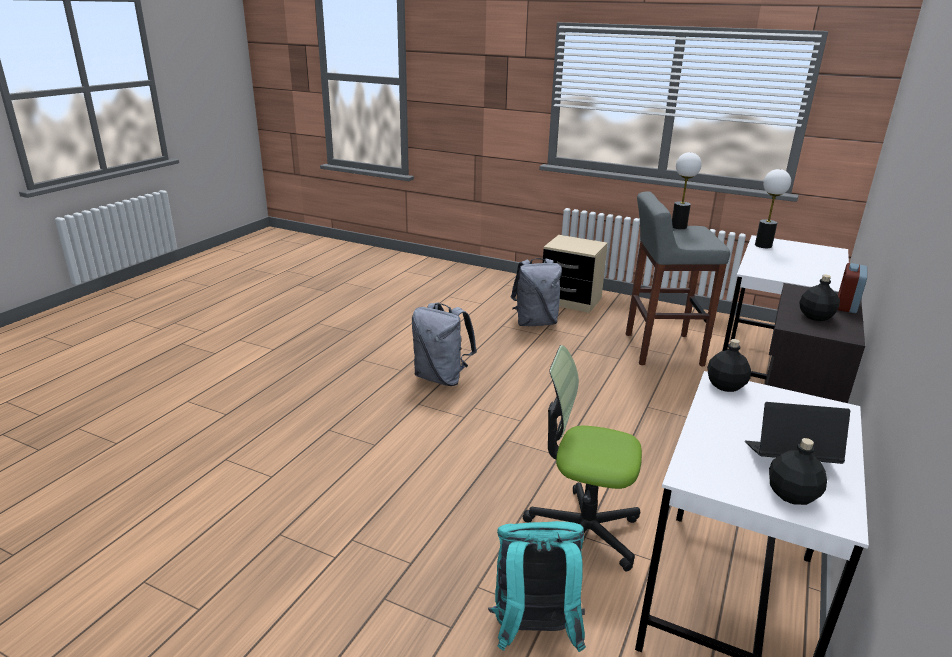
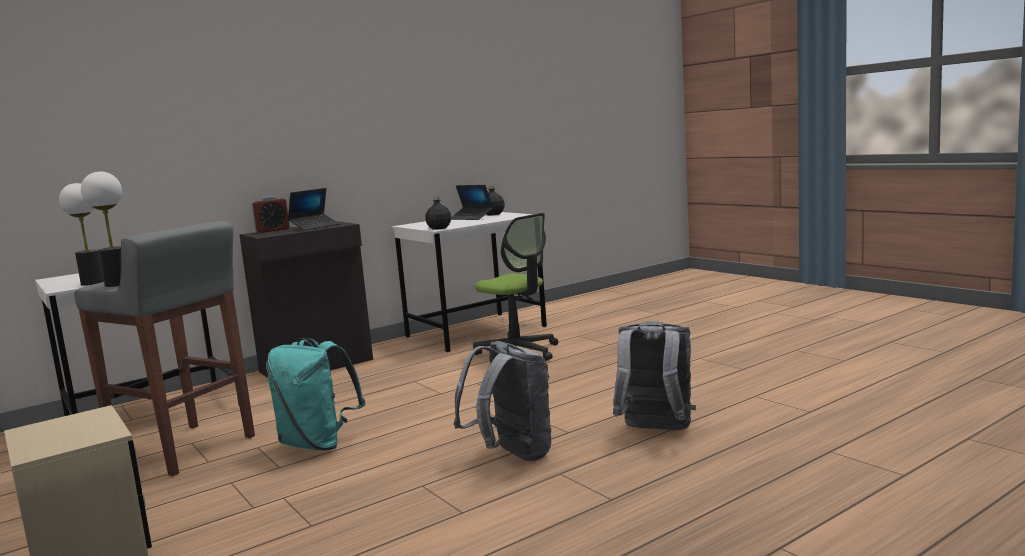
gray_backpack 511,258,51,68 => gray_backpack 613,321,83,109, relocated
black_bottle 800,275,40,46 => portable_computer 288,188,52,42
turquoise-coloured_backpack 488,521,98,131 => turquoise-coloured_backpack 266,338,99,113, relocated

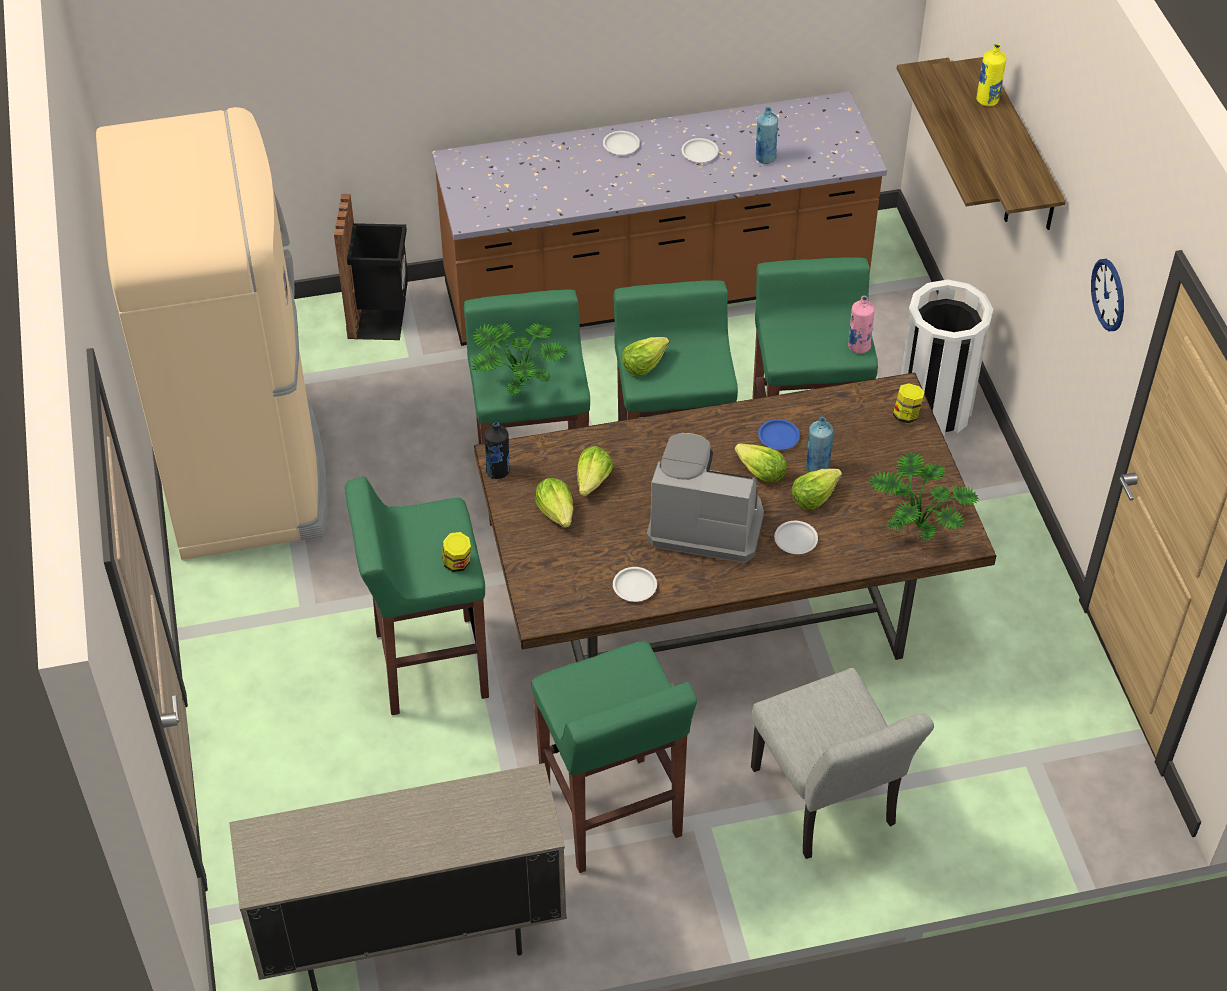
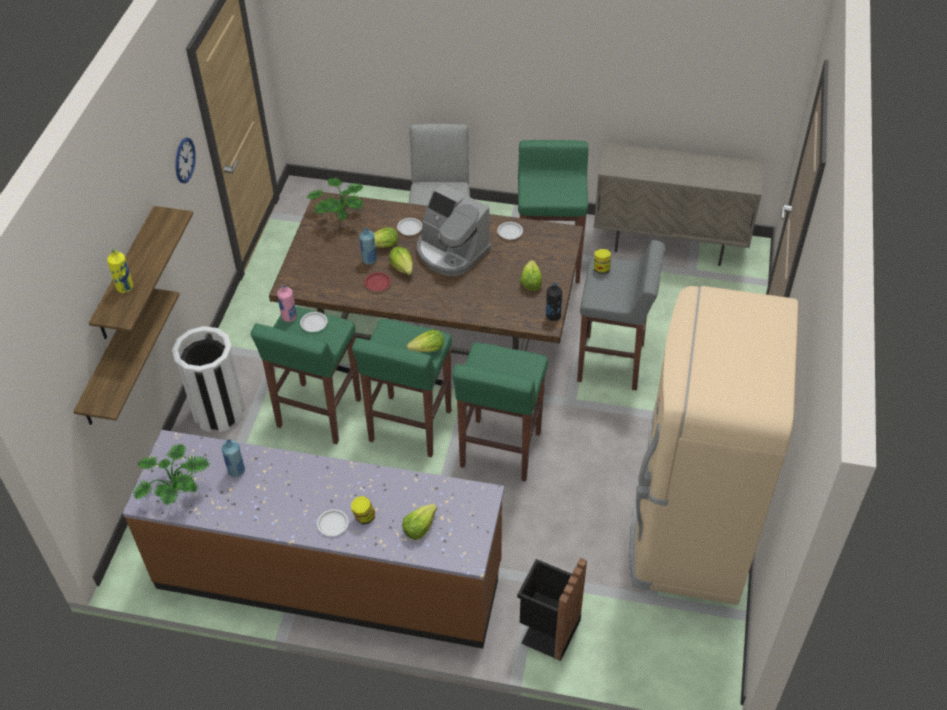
white-coloured_dinner_plate 682,138,37,24 => white-coloured_dinner_plate 300,312,28,20, relocated
houseplant 470,322,98,74 => houseplant 133,443,77,62, relocated
preserve_jar 893,383,32,40 => preserve_jar 351,496,24,28, relocated
blue_dinner_plate 758,419,42,31 => red_dinner_plate 364,272,27,19
head_of_lettuce 577,446,36,50 => head_of_lettuce 402,504,35,36, relocated
green_sitting_stool 345,477,144,238 => gray_sitting_stool 577,240,88,151

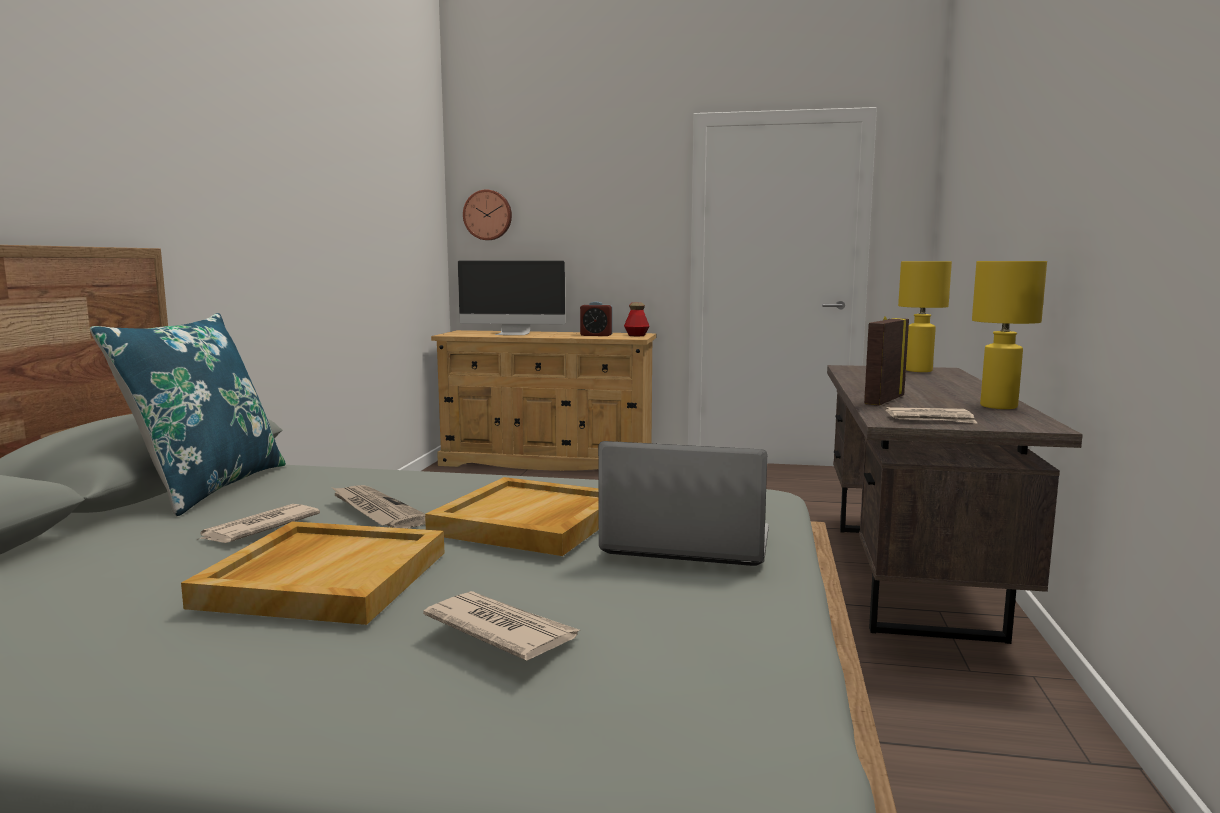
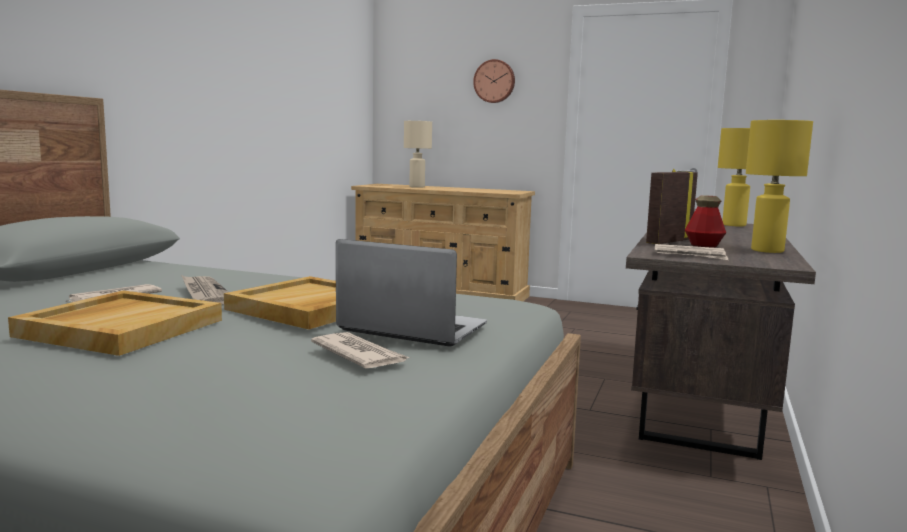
hanging_clock 463,189,49,51 => hanging_clock 473,59,42,44, relocated
monitor 458,260,107,75 => sand-coloured_tabletop_lamp 404,121,28,67
table_clock 580,302,33,34 => nothing
bottle 624,302,25,34 => bottle 685,195,41,52, relocated
blue_pillow 90,313,196,203 => nothing
daily_paper 423,591,156,70 => daily_paper 311,332,99,37, relocated

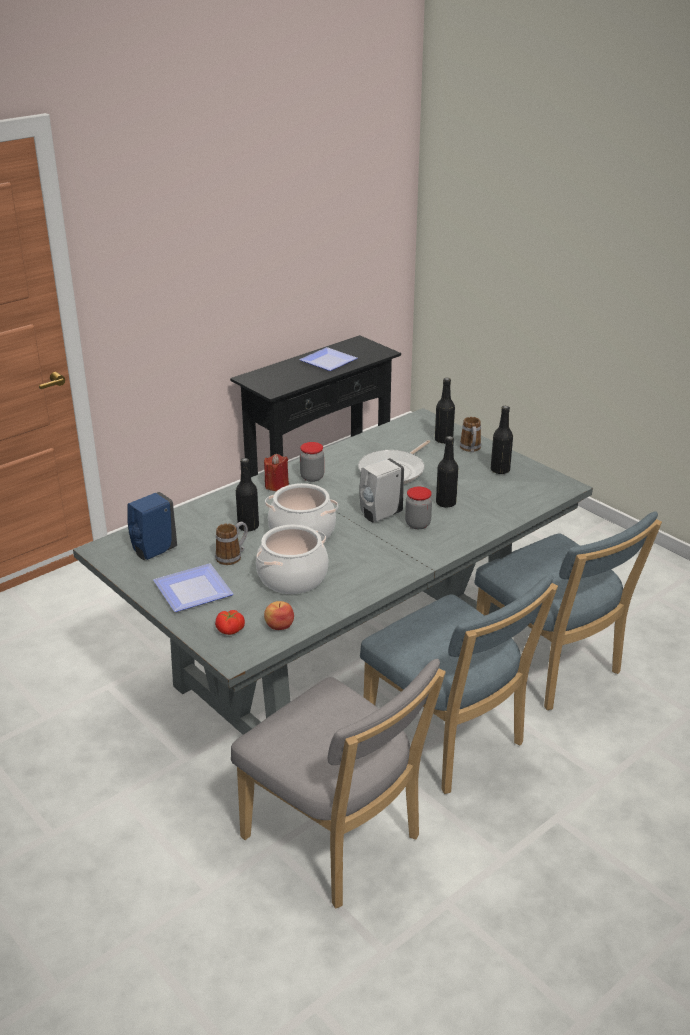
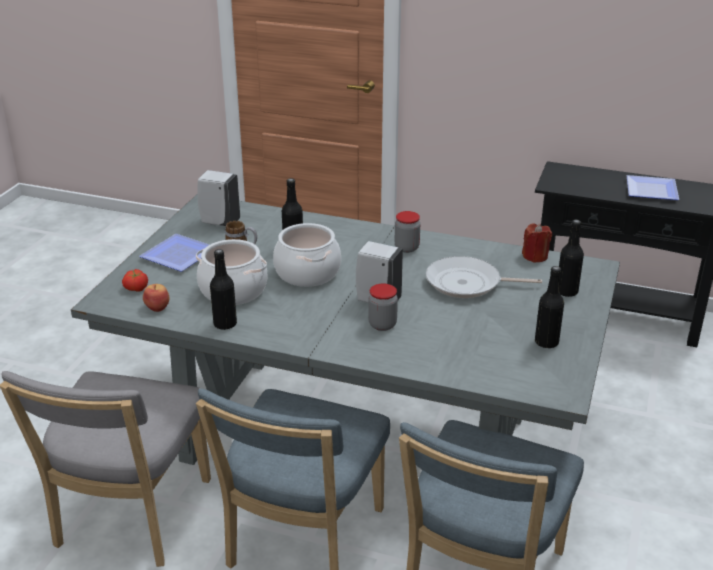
tea_mug 460,417,21,35 => nothing
black_bottle 436,436,22,72 => black_bottle 210,249,27,81, relocated
red_candle 264,454,25,37 => red_candle 522,224,30,38, relocated
blue_liquid_soap_bottle 127,492,50,68 => white-coloured_liquid_soap_bottle 197,170,43,56

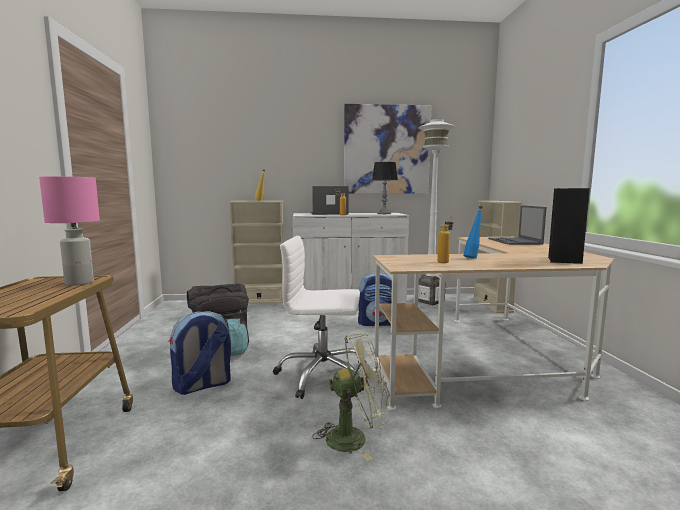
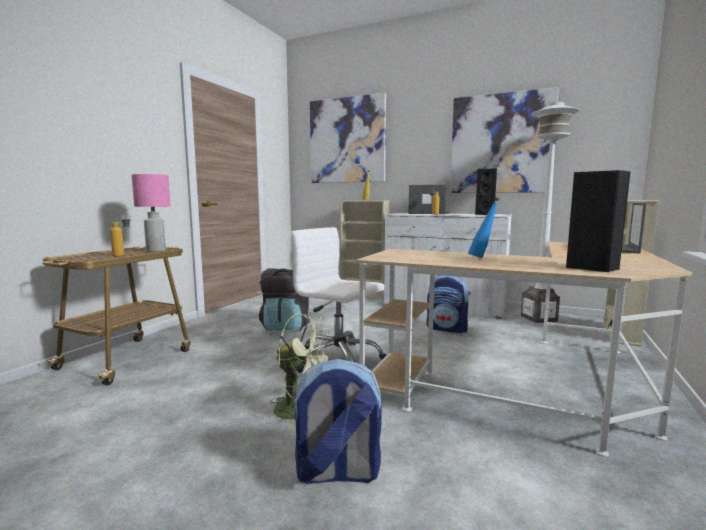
tabletop_lamp 372,162,26,52 => black_speaker 475,168,22,47
bottle 437,216,17,47 => bottle 110,214,21,43, relocated
backpack 169,311,62,84 => backpack 291,359,91,125, relocated
nothing => picture 310,93,76,90

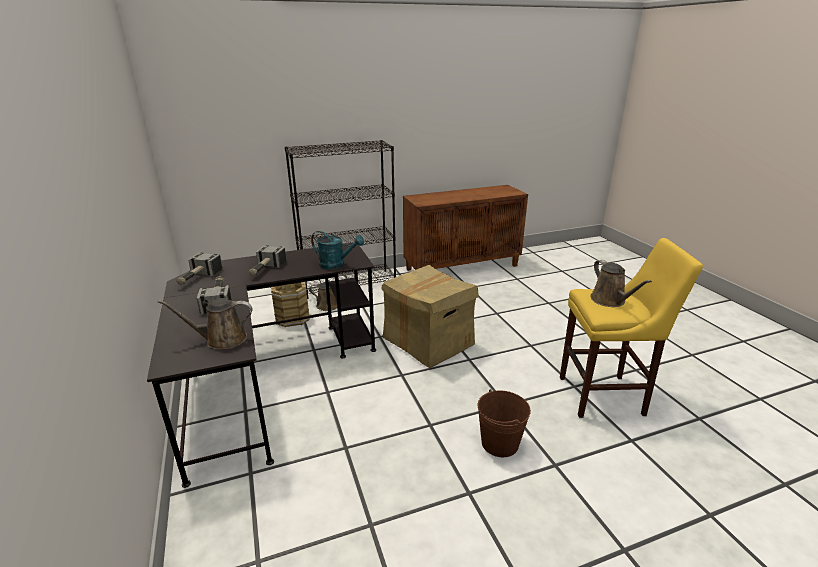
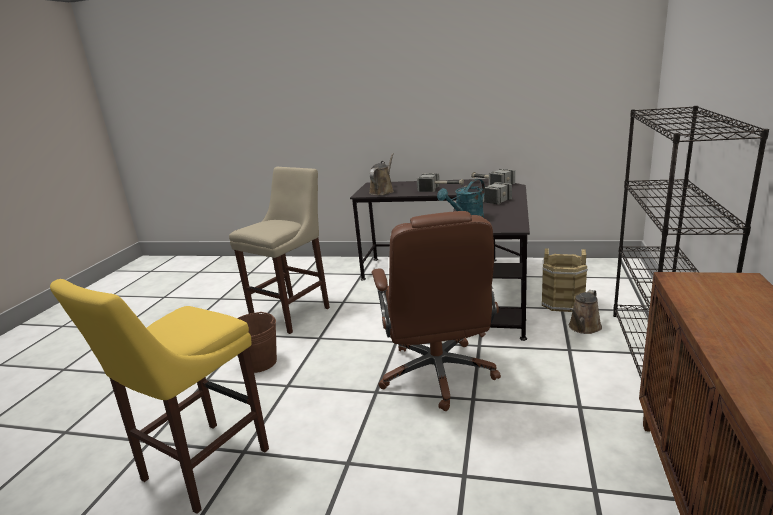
brown_sprinkling_can 590,260,62,47 => nothing
cardboard_box 381,265,98,103 => brown_office_chair 372,211,129,200
nothing => sand-coloured_sitting_stool 229,167,101,167

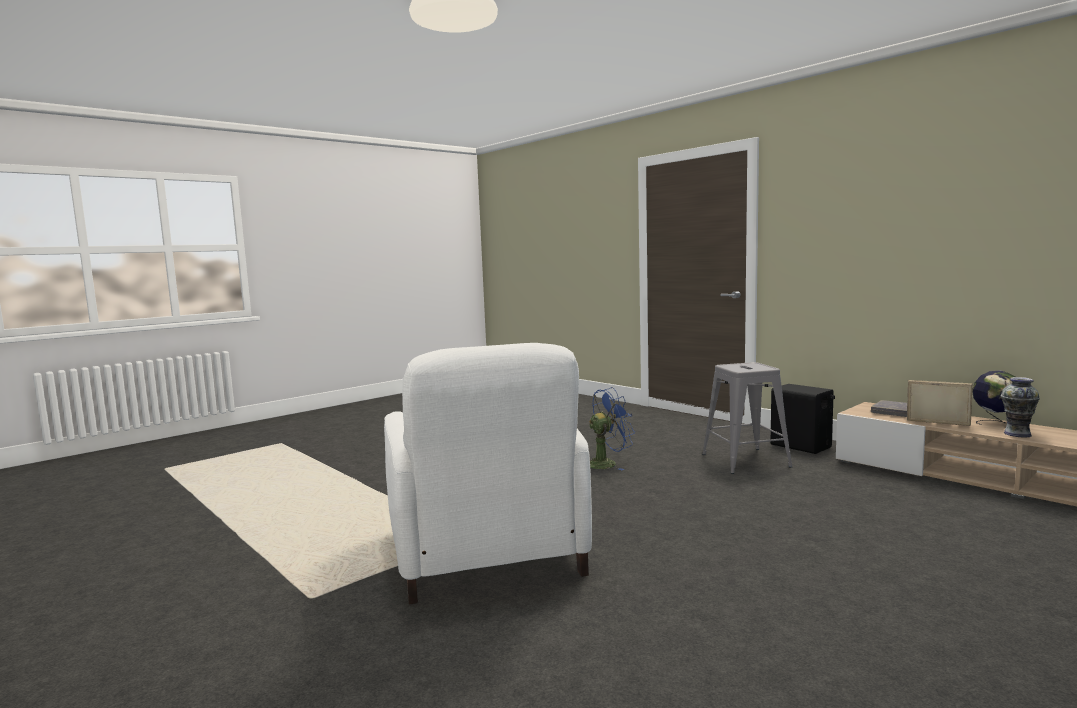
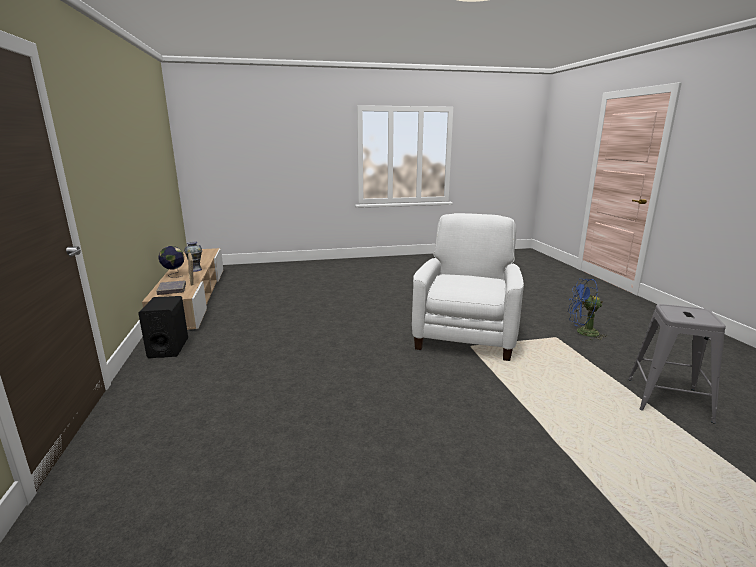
gray_sitting_stool 702,362,91,112 => gray_sitting_stool 628,304,98,120, relocated
blue_fan 589,387,45,83 => blue_fan 568,278,40,62, relocated

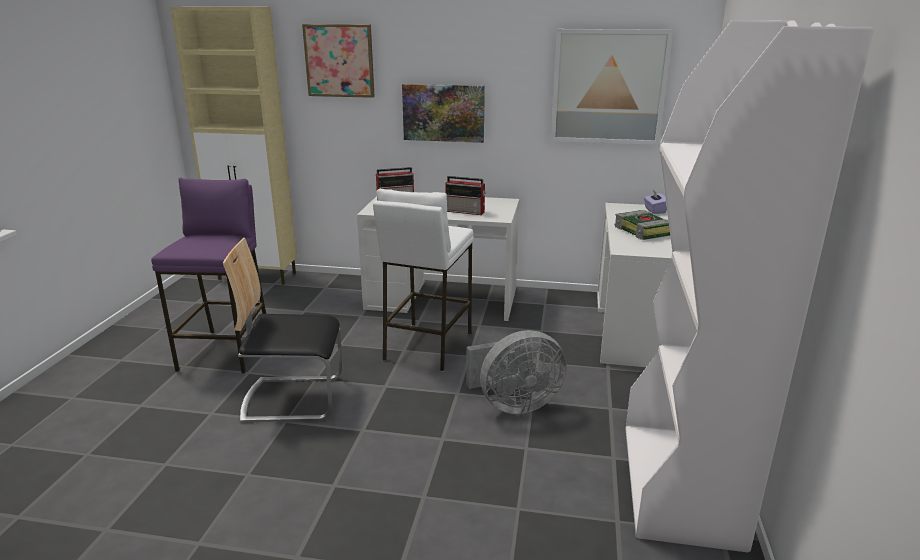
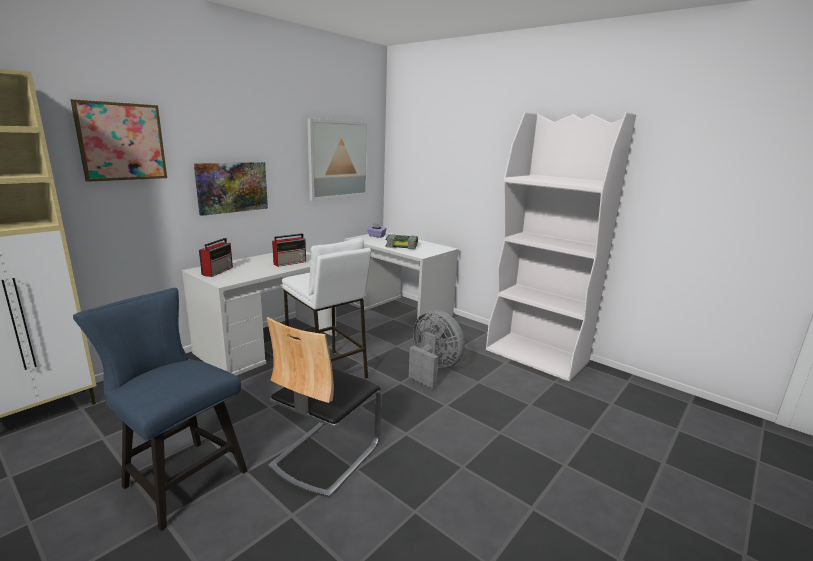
purple_sitting_stool 151,178,115,196 => blue_upright_chair 73,288,175,243
gray_fan 466,330,101,84 => gray_fan 409,310,56,79, 60 degrees counterclockwise

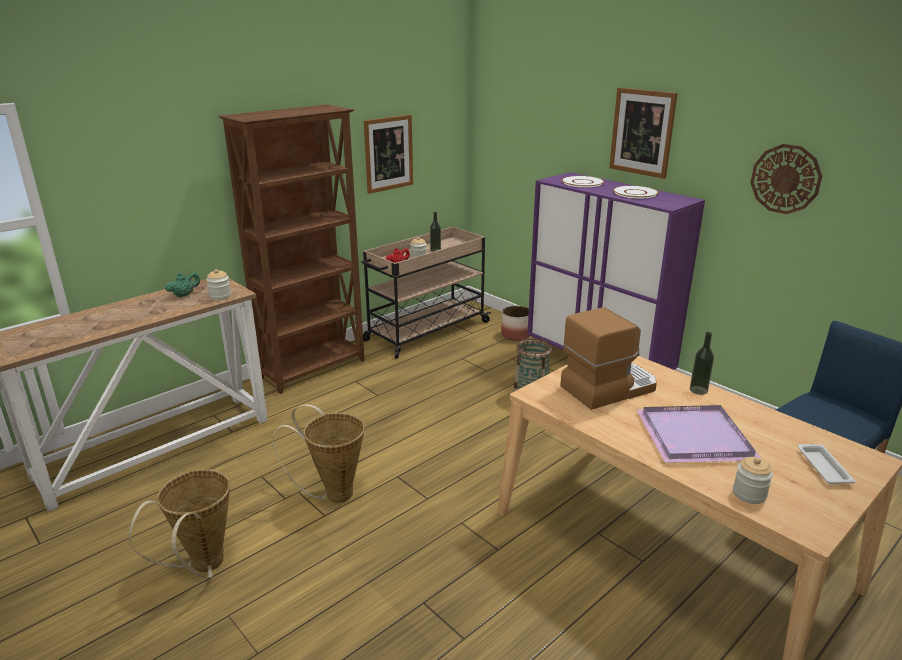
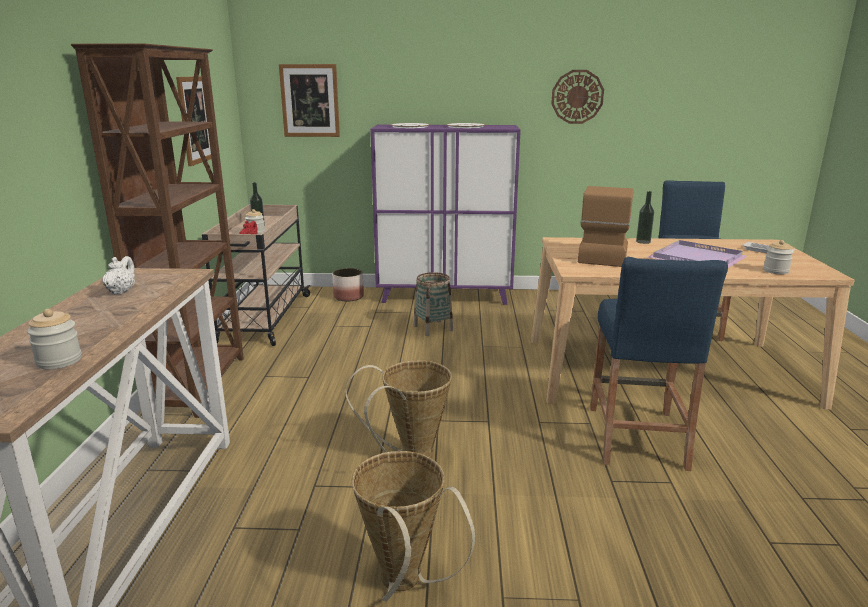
picture 609,88,68,91 => picture 279,64,61,73, relocated
preserve_jar 206,269,25,31 => preserve_jar 27,309,55,60, relocated
green_teapot 165,272,35,26 => white-coloured_teapot 102,256,33,38
nothing => blue_sitting_stool 590,257,138,214

